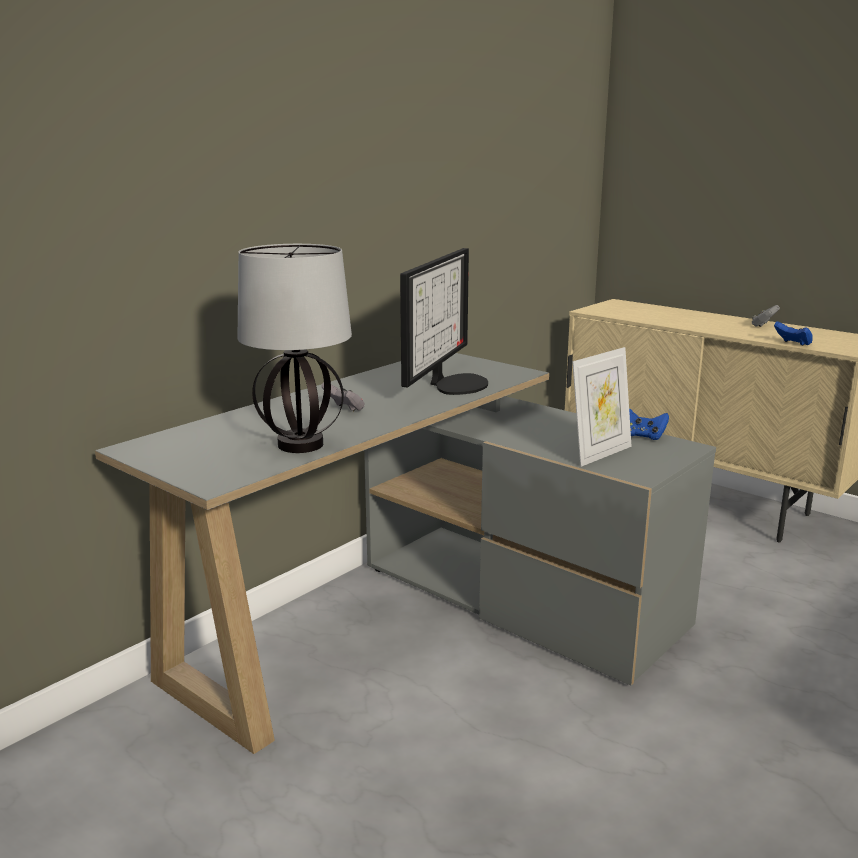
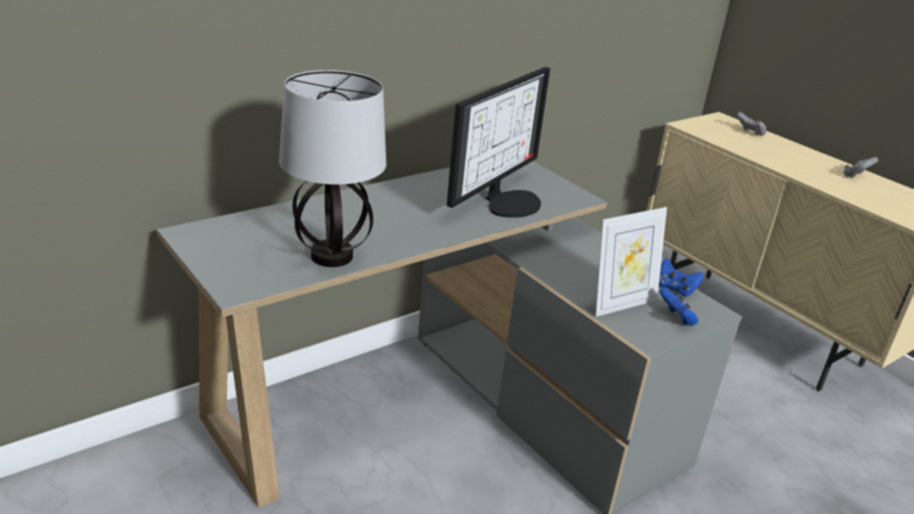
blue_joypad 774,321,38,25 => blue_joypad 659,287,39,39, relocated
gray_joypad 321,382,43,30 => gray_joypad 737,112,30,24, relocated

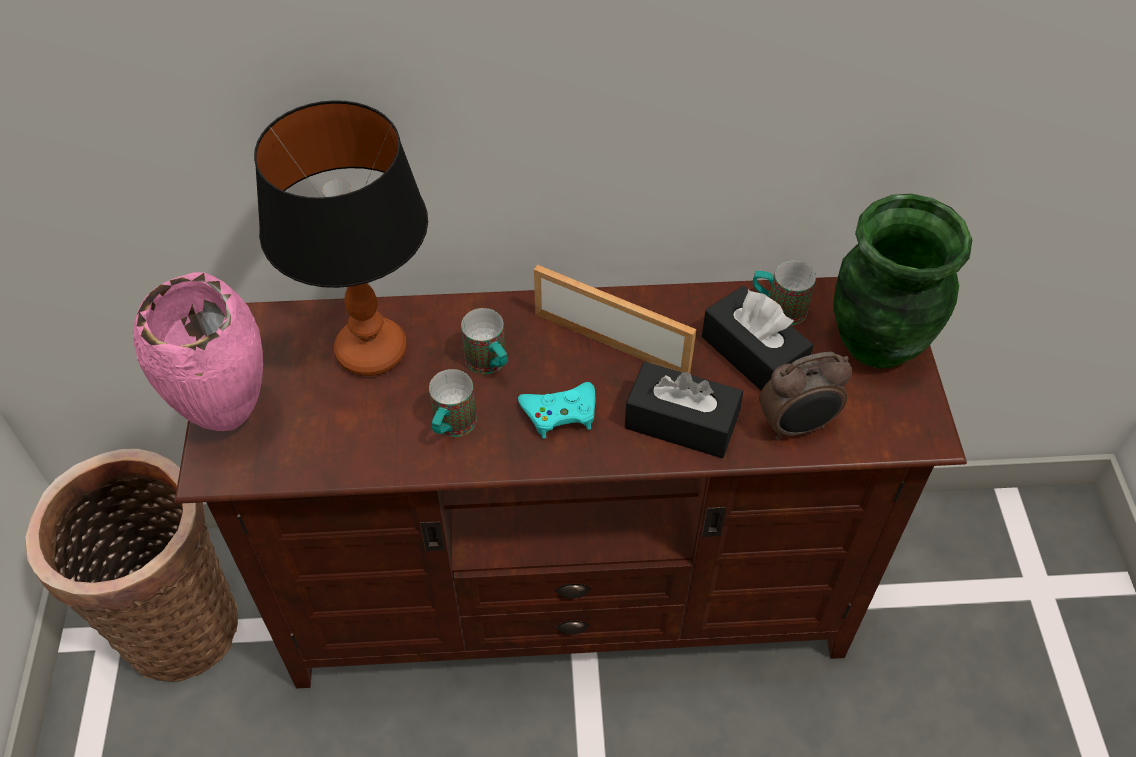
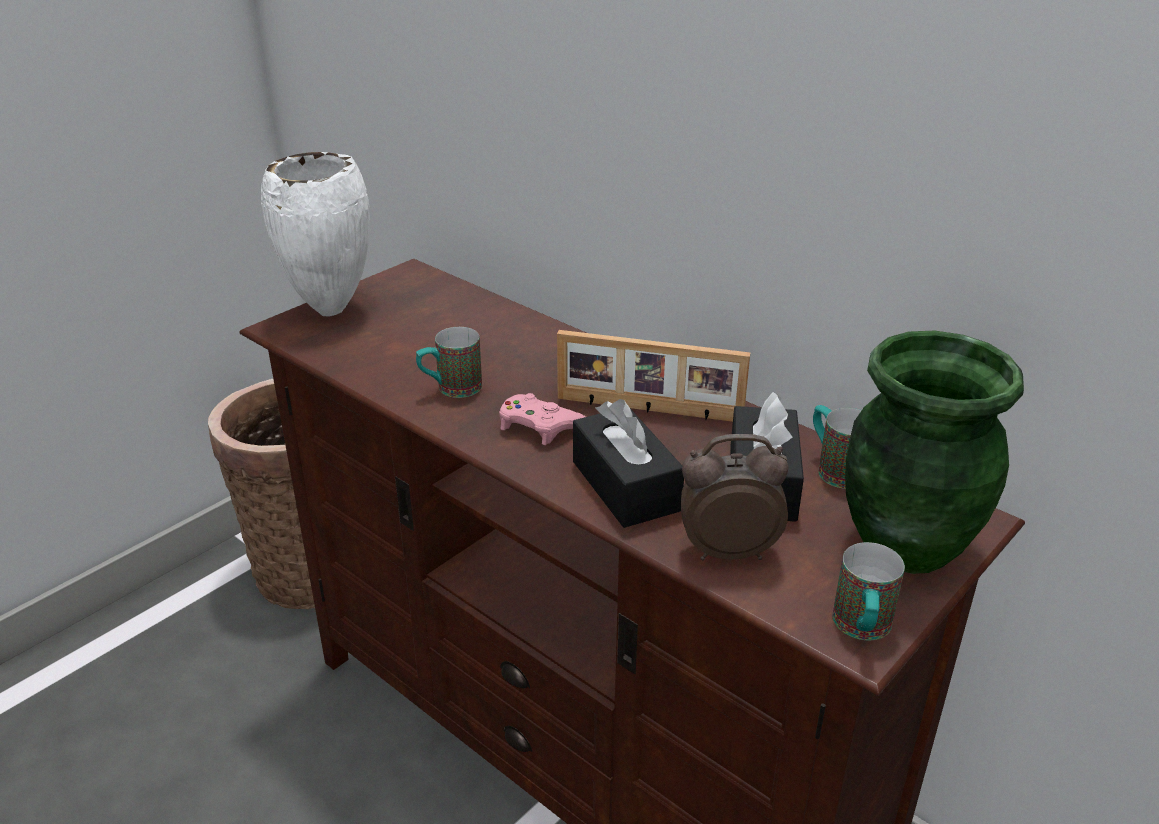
tabletop_lamp 254,100,174,276 => nothing
standing_frame 534,265,162,108 => standing_frame 557,330,193,92, 120 degrees clockwise
pink_flower_vase 133,273,130,158 => white-coloured_flower_vase 261,152,109,165
tea_mug 461,308,46,66 => tea_mug 832,542,73,98, relocated
table_clock 759,352,93,88 => table_clock 681,434,107,127, 150 degrees clockwise
turquoise-coloured_joypad 518,382,78,57 => pink_joypad 499,393,87,52

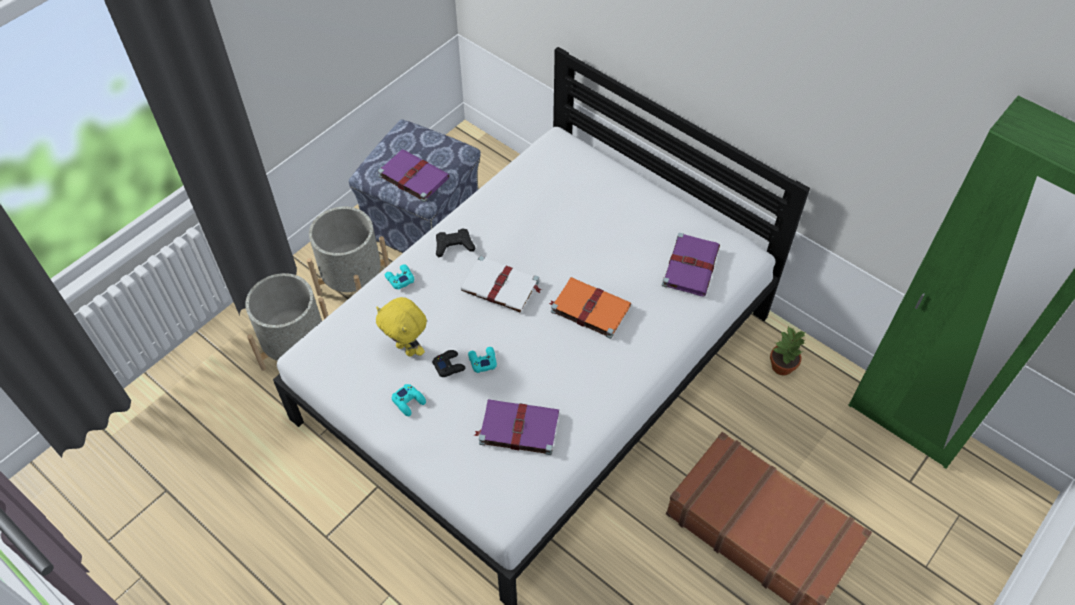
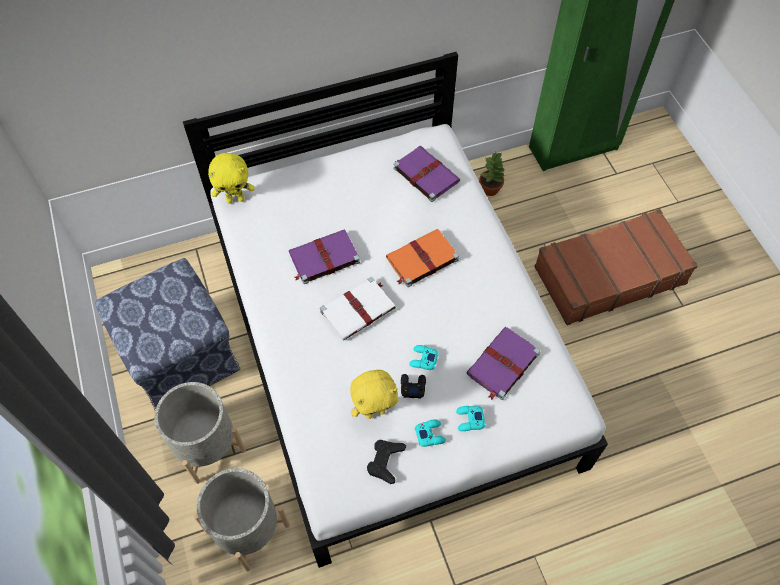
purple_bound_book 378,149,72,53 => purple_bound_book 289,229,71,55, relocated
black_joypad 436,228,39,29 => black_joypad 367,440,39,44, relocated
turquoise-coloured_joypad 385,264,29,26 => turquoise-coloured_joypad 456,406,29,25, relocated
nothing => yellow-coloured_cuddly_toy 208,153,46,50

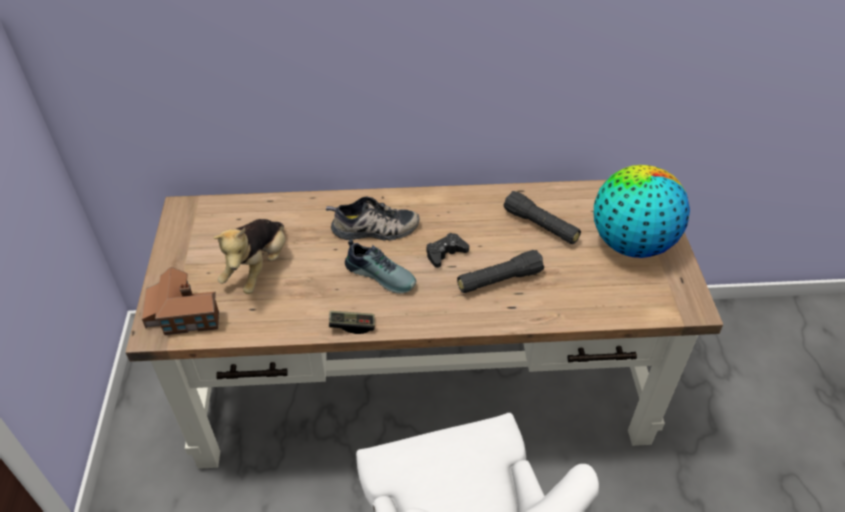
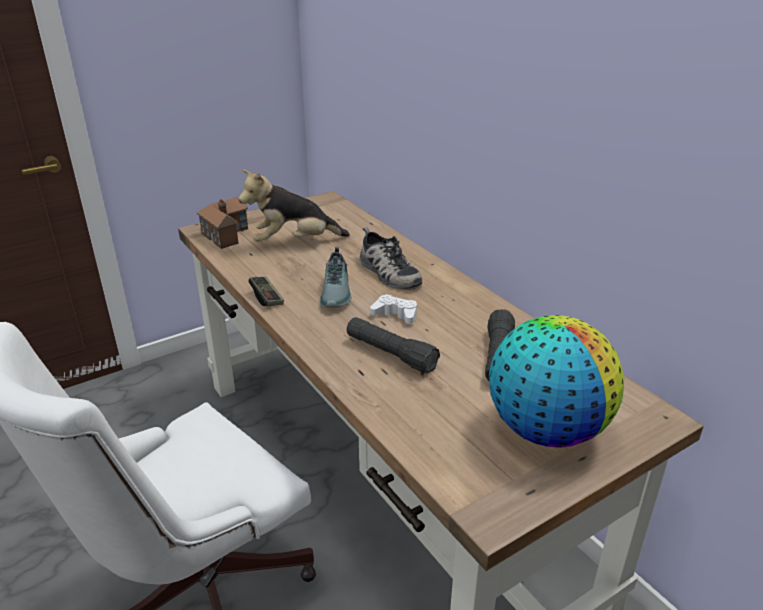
black_joypad 427,233,42,35 => white-coloured_joypad 370,294,47,30

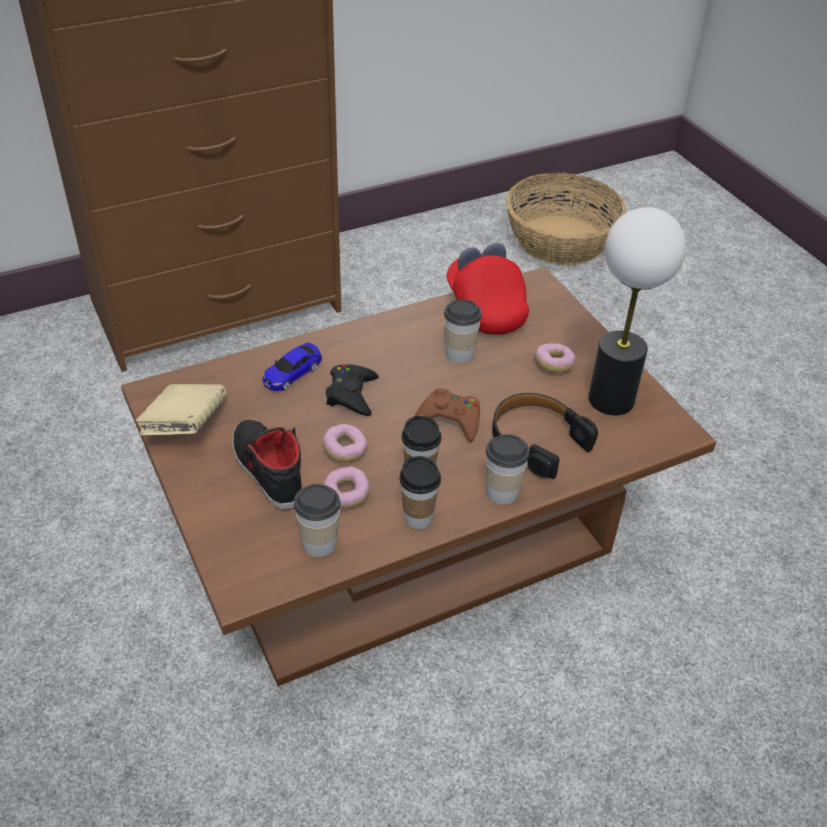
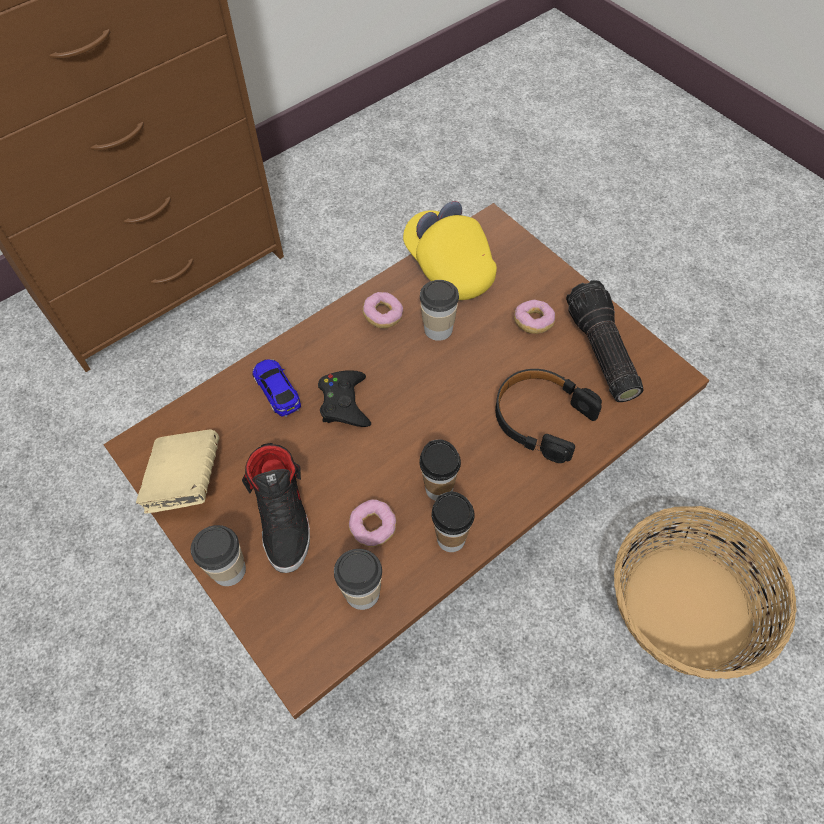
basket 506,173,120,92 => basket 614,506,183,173, relocated
tabletop_lamp 588,207,98,208 => flashlight 566,280,78,122
red_cap 446,243,83,92 => yellow-coloured_cap 403,201,94,99
model_car 263,343,59,48 => model_car 252,359,49,58, 120 degrees clockwise
brown_joypad 415,388,65,54 => nothing
black_item_of_footwear 232,419,70,91 => black_item_of_footwear 242,443,68,130, 150 degrees counterclockwise
ring_doughnut 322,424,46,39 => ring_doughnut 362,292,41,36, relocated
cup 486,434,44,70 => cup 191,525,55,61, relocated

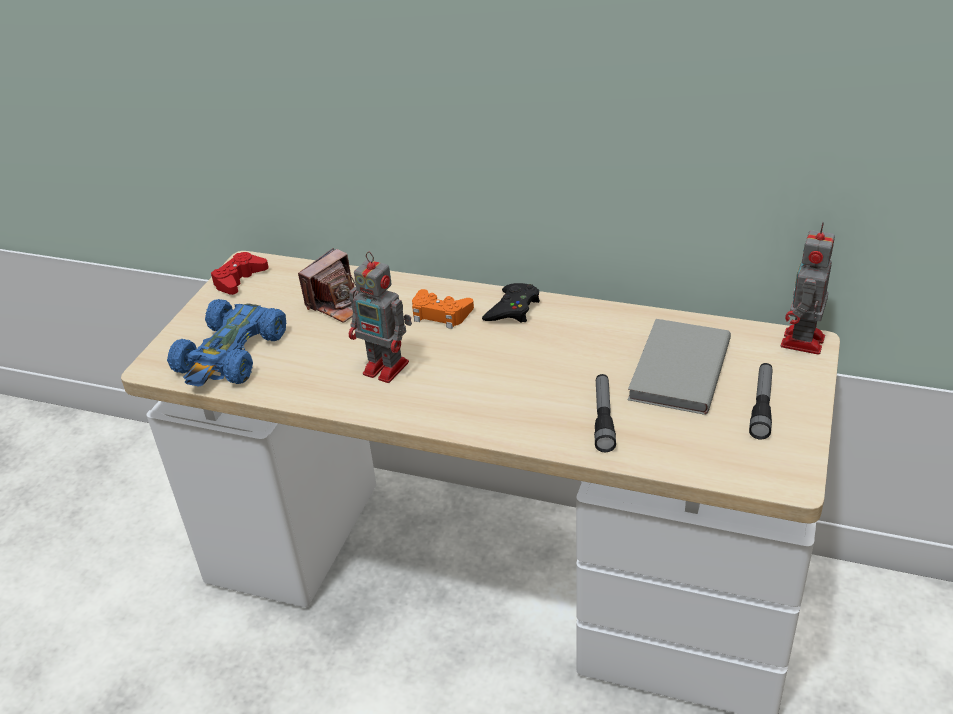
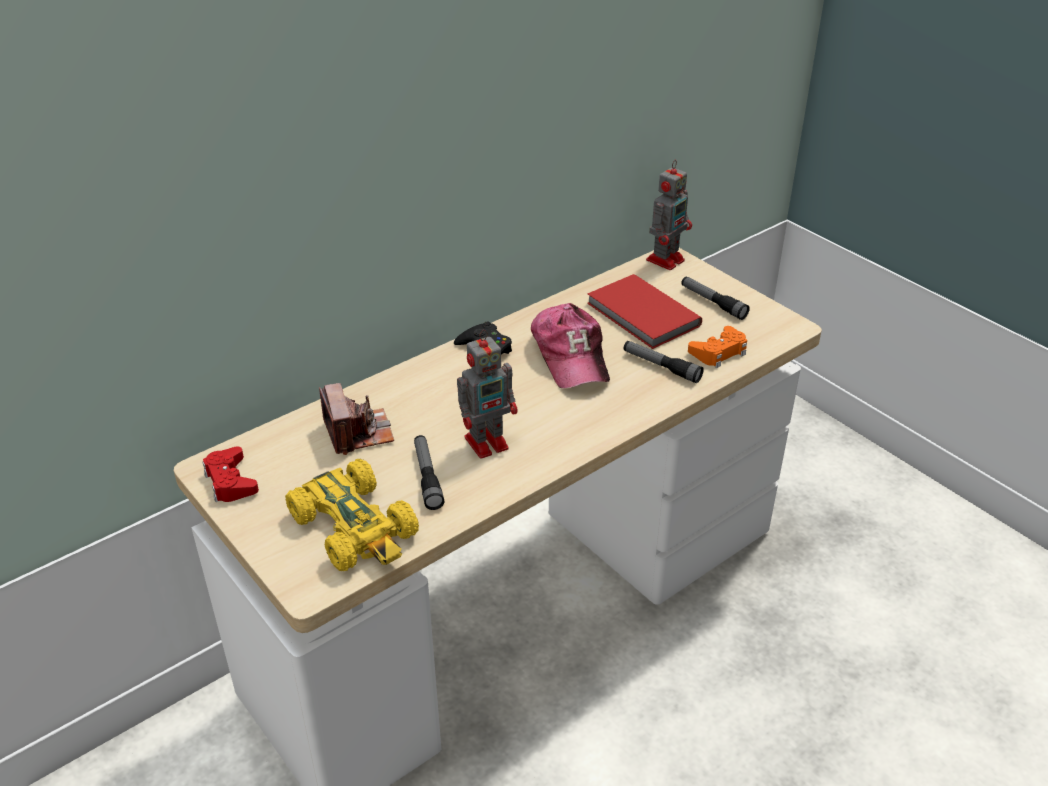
model_robot 781,222,54,133 => model_robot 646,160,46,110, 105 degrees counterclockwise
orange-coloured_joypad 412,289,62,40 => orange-coloured_joypad 688,326,59,42, relocated
blue_model_car 167,299,119,88 => yellow-coloured_model_car 285,459,134,112
gray_bound_book 628,319,103,96 => red_bound_book 587,274,115,75
nothing => cap 531,303,79,85
nothing => flashlight 414,435,30,75

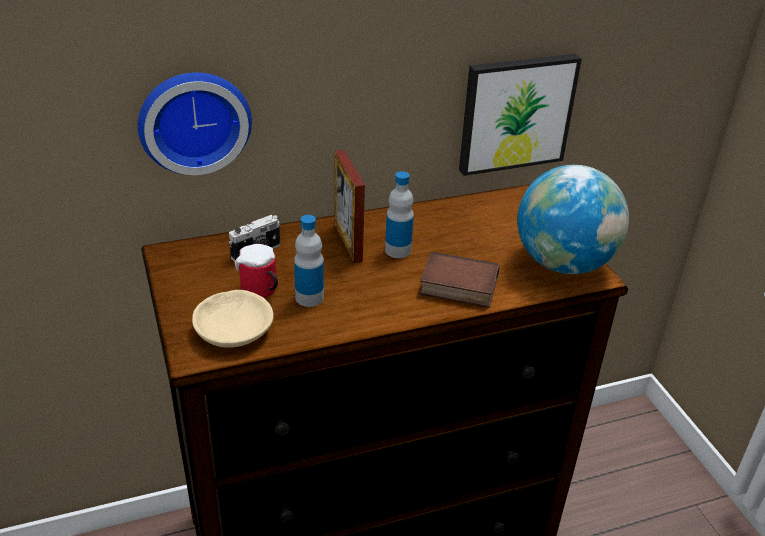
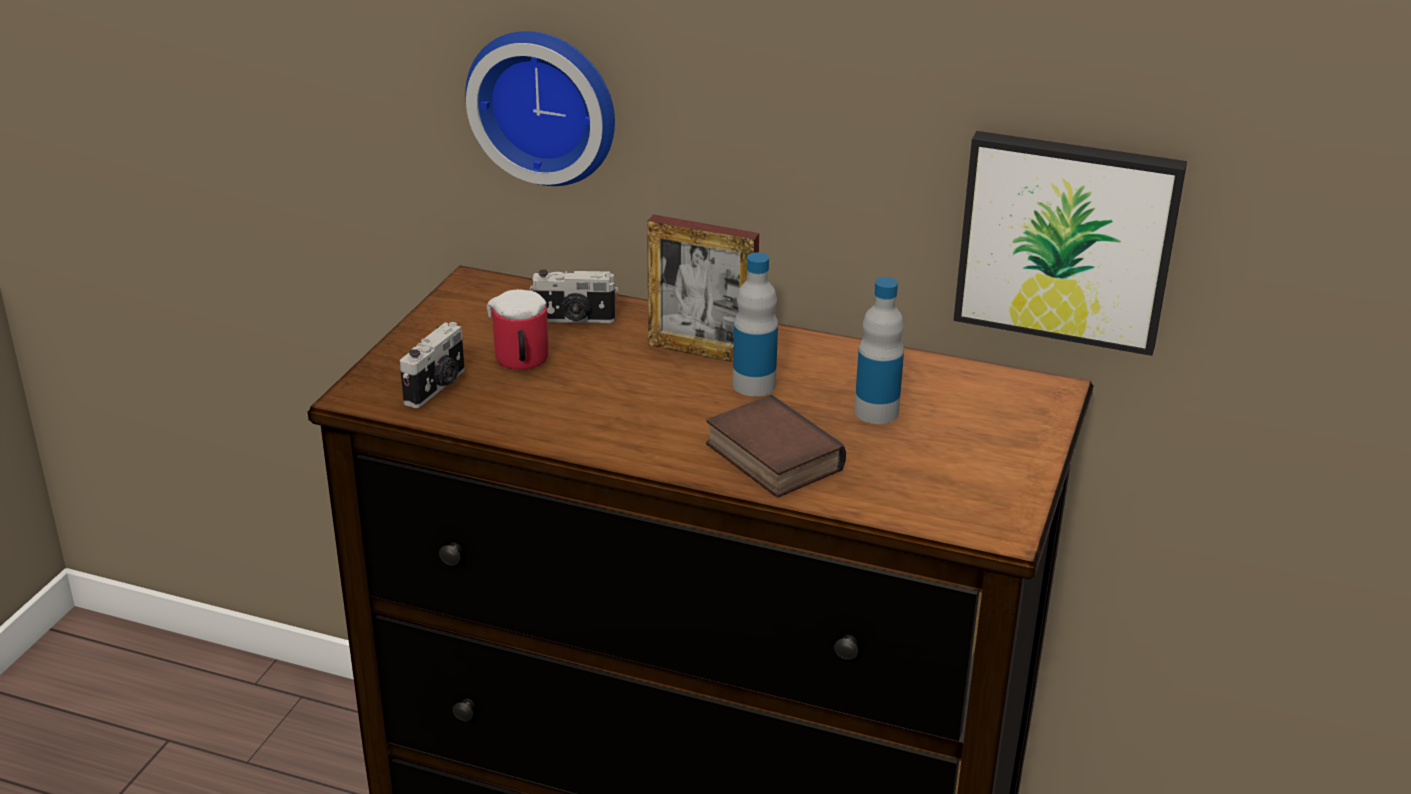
standing_frame 335,150,30,113 => standing_frame 647,214,112,148, 90 degrees counterclockwise
desk_globe 517,165,112,109 => nothing
bottle 294,215,30,92 => bottle 854,277,50,147, relocated
sand-coloured_bowl 192,290,82,58 => photo_camera 400,322,65,86

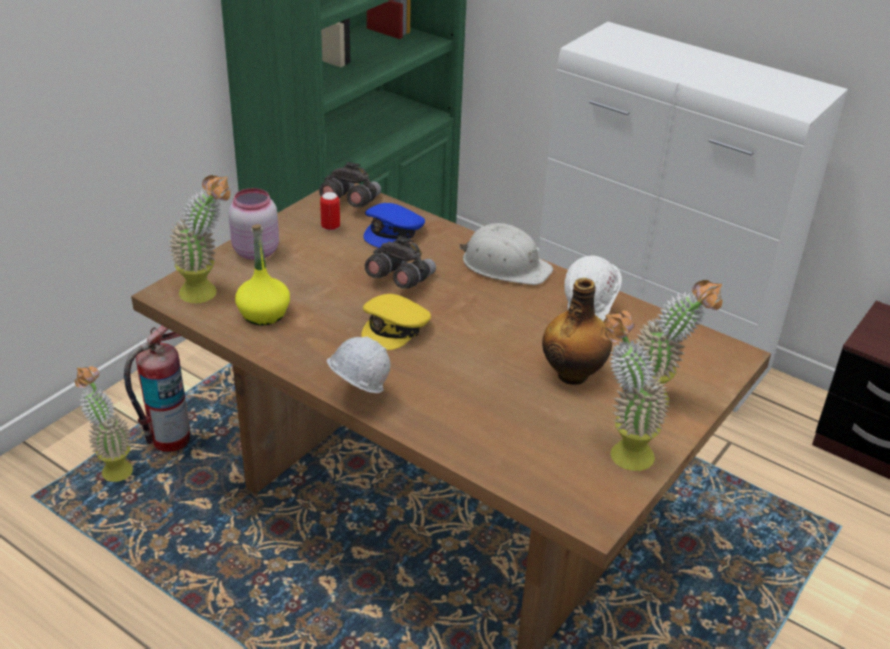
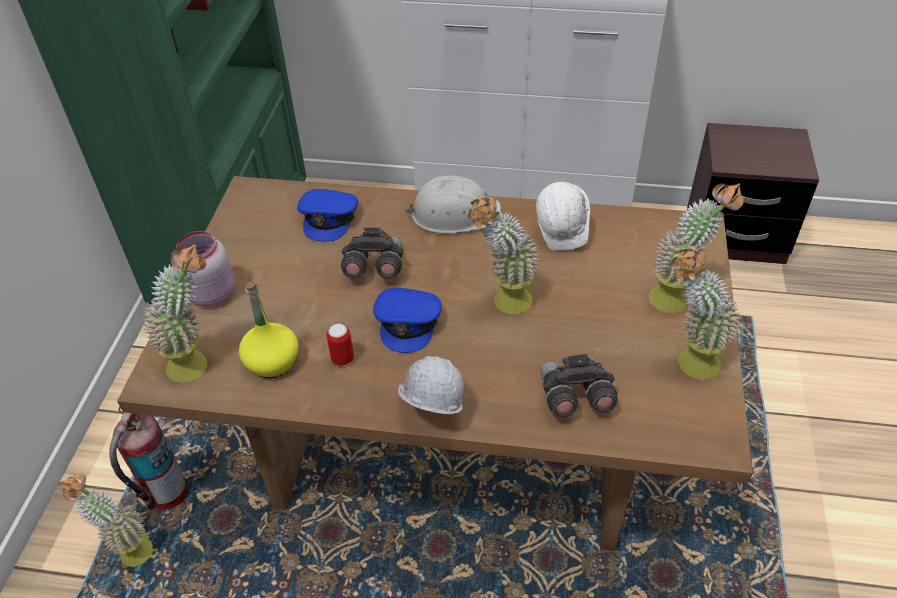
gray_field_glasses 319,162,62,46 => gray_field_glasses 540,354,78,64, relocated
metal_can 320,192,20,39 => metal_can 326,324,28,42, relocated
bottle 542,278,70,107 => nothing
yellow-coloured_cap 361,294,70,56 => blue_cap 373,288,69,65
nothing => houseplant 468,194,71,120

